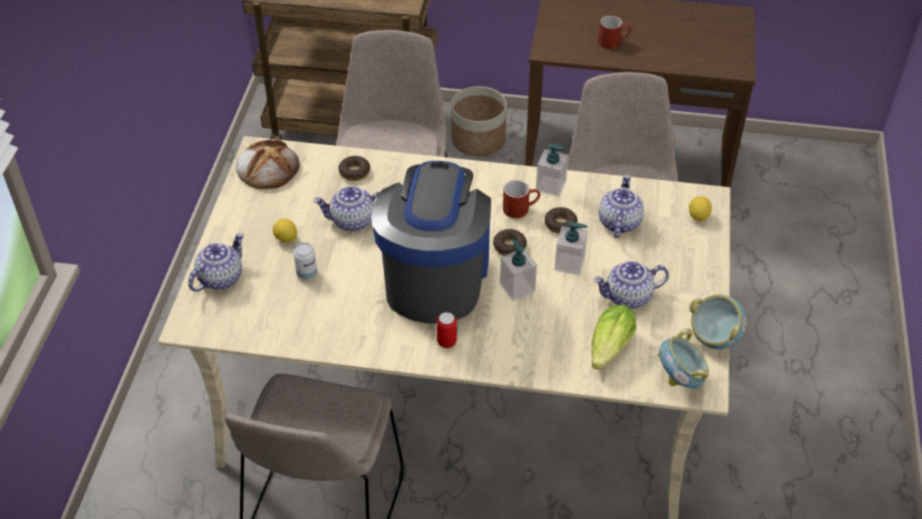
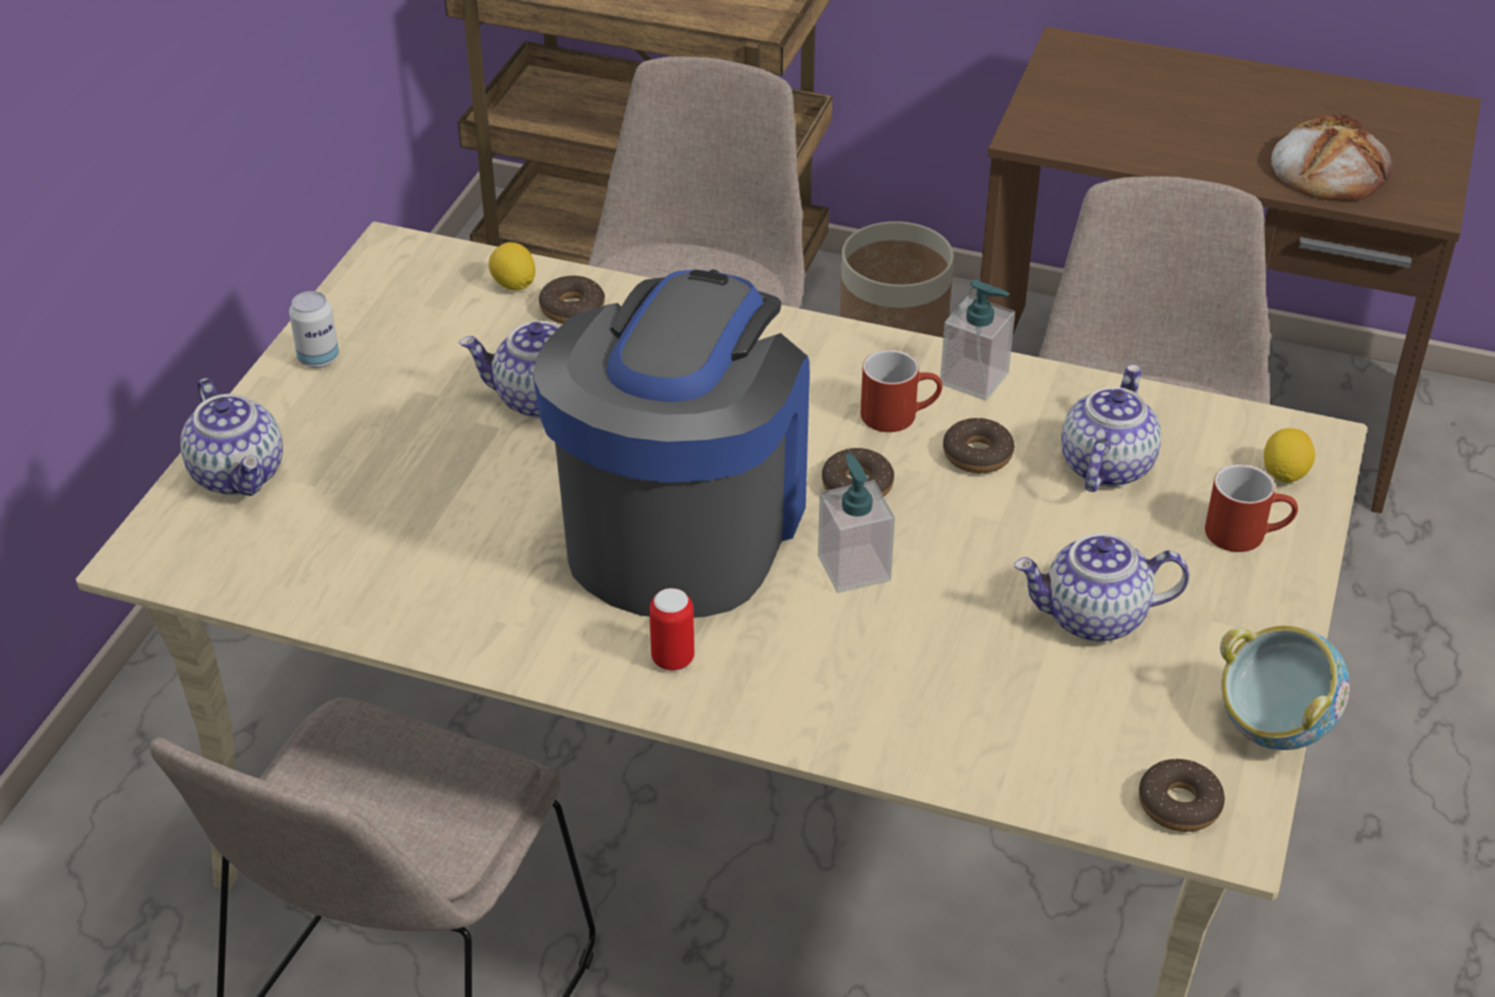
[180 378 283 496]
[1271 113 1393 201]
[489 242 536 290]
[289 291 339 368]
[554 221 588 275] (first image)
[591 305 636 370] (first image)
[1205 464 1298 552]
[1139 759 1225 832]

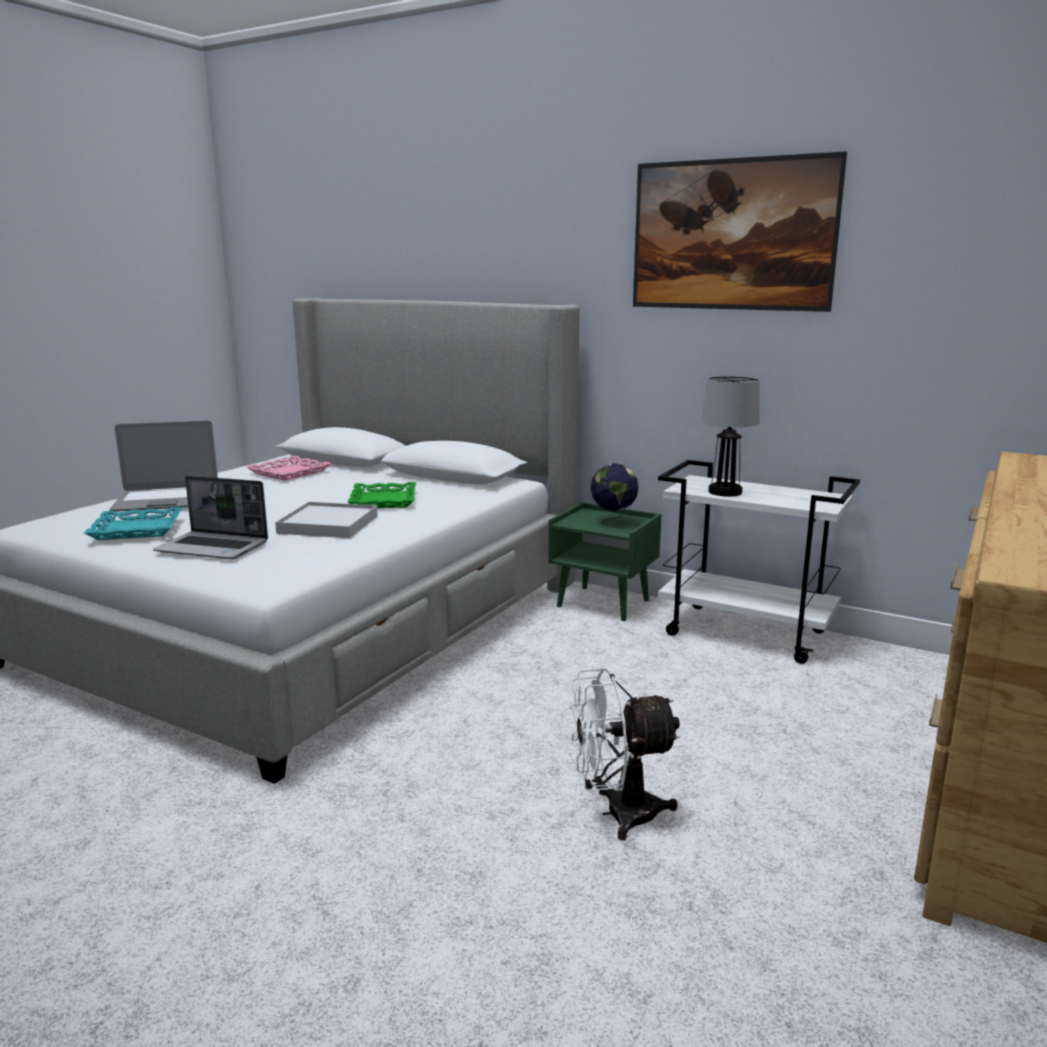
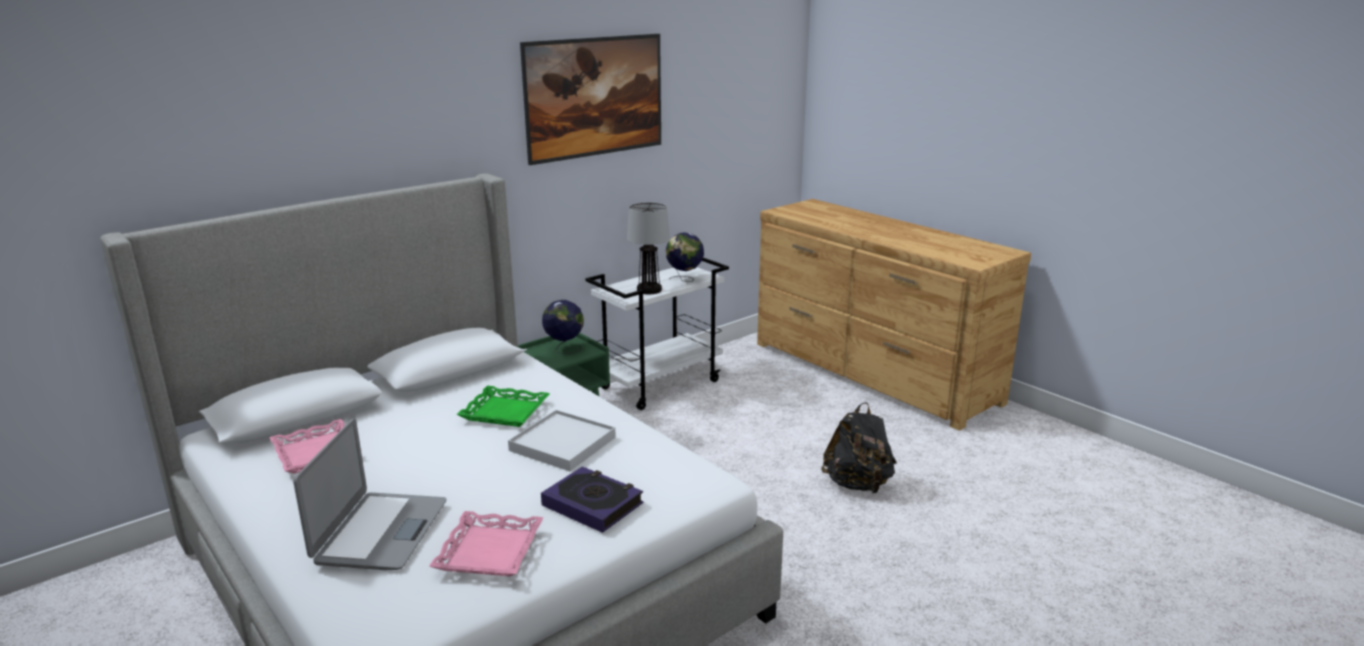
[429 511 544 577]
[541 466 643 533]
[821 402 897 493]
[666 232 704 282]

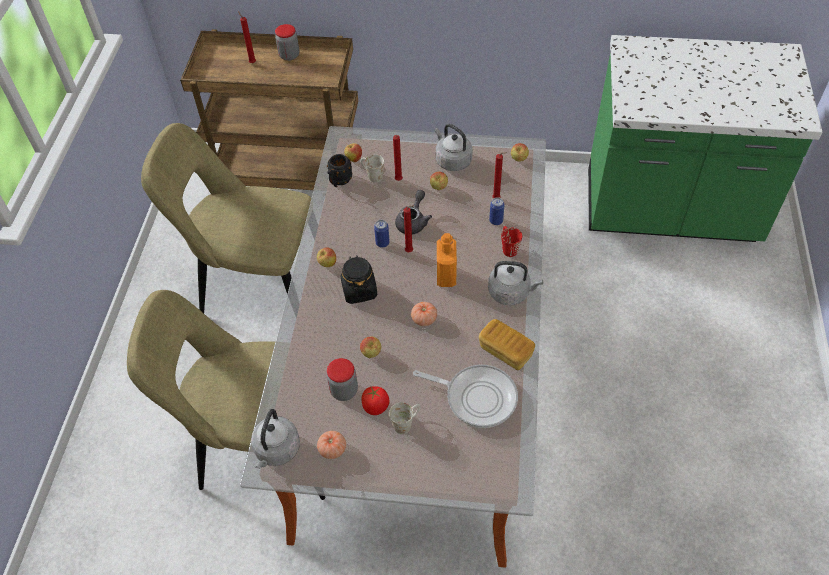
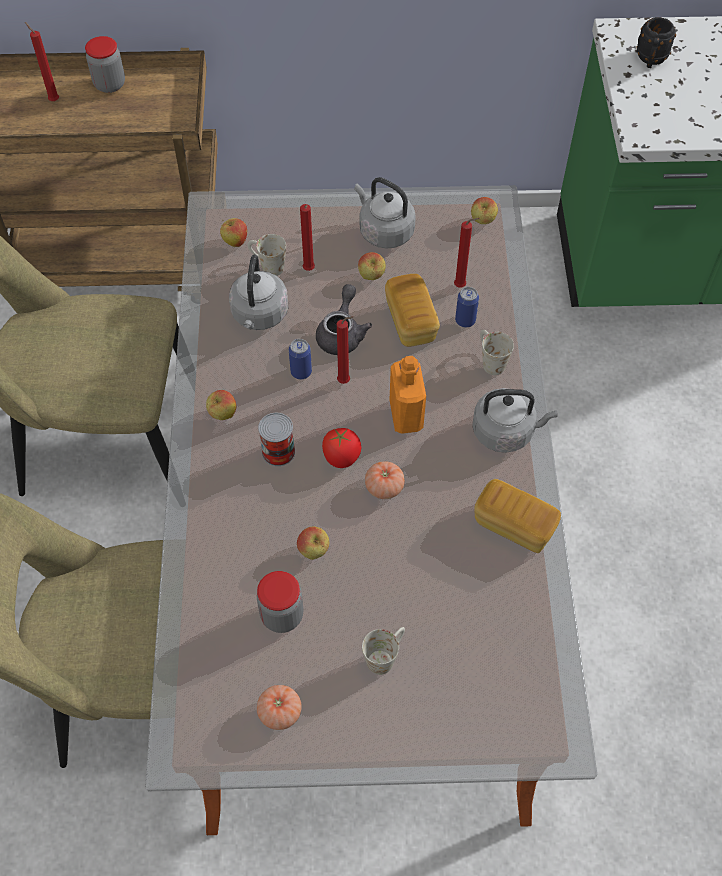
[229 255 288 330]
[637 17 676 68]
[258 413 295 466]
[322 428 361 468]
[413 365 518 428] (first image)
[480 330 514 375]
[385 274 440 347]

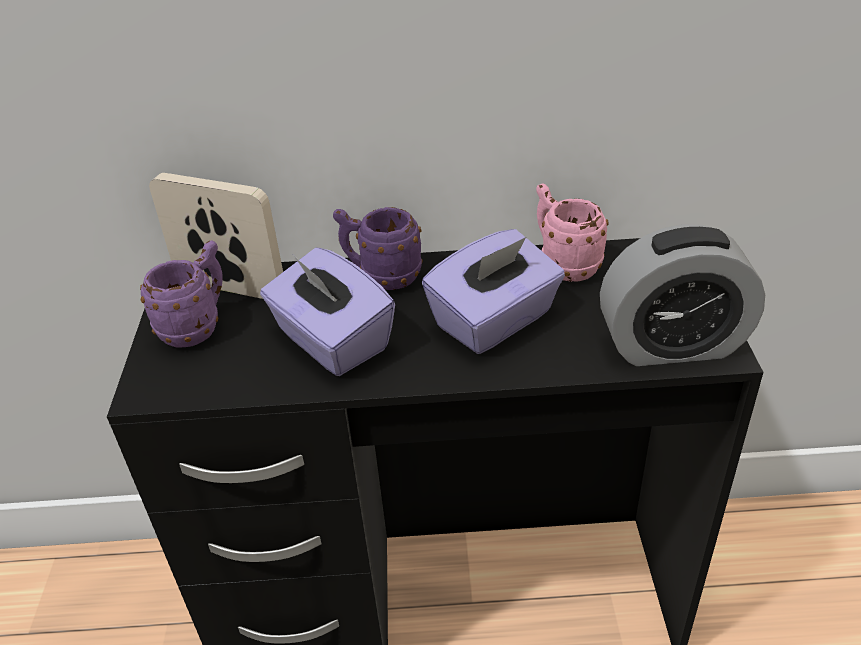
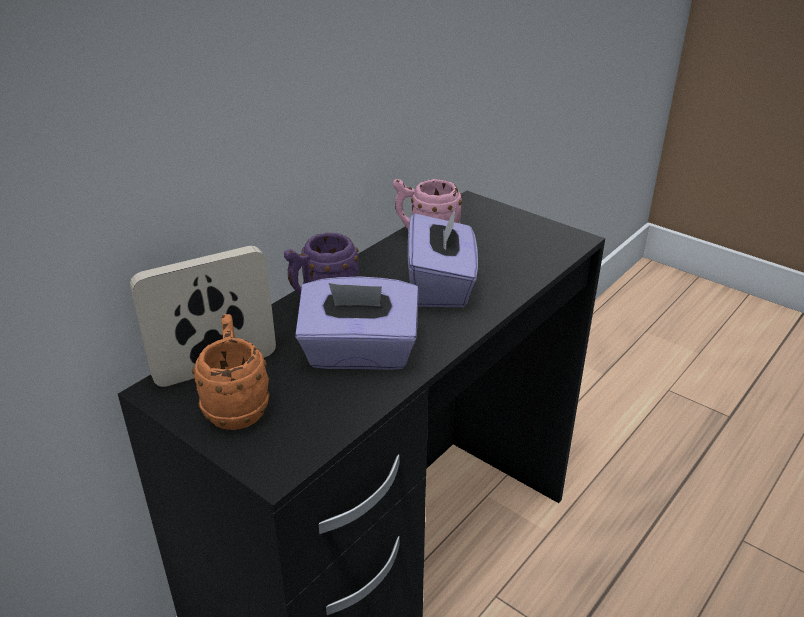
[192 314 270 430]
[600 224 765 366] (first image)

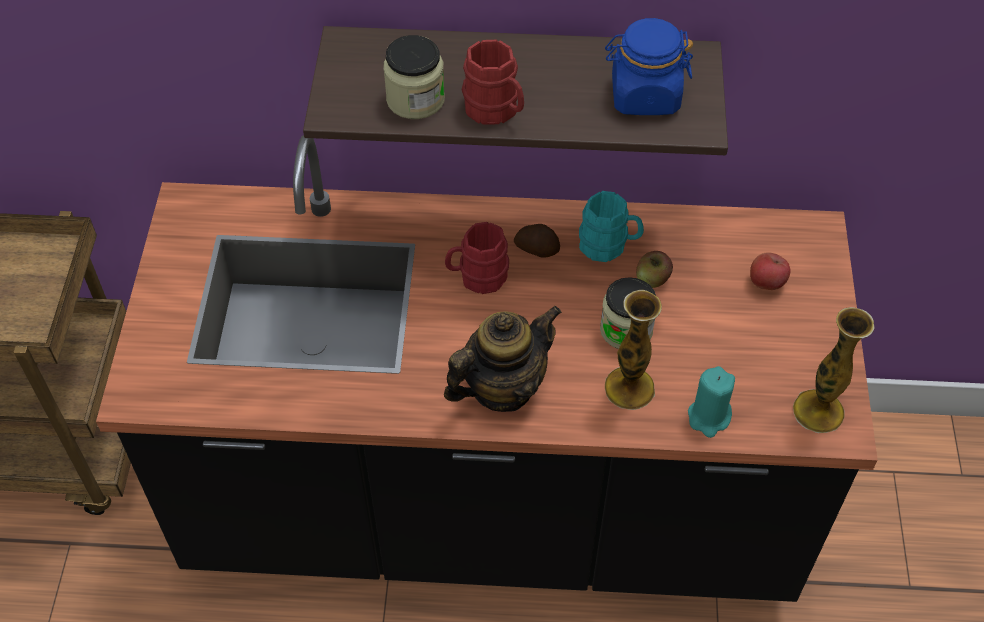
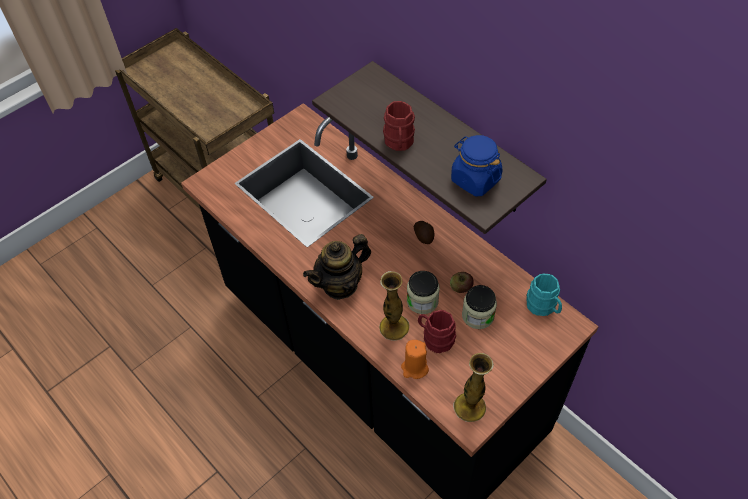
[462 285 497 329]
[303 234 371 300]
[418 310 456 353]
[527 274 562 316]
[401 340 429 379]
[750 252 790 290] (first image)

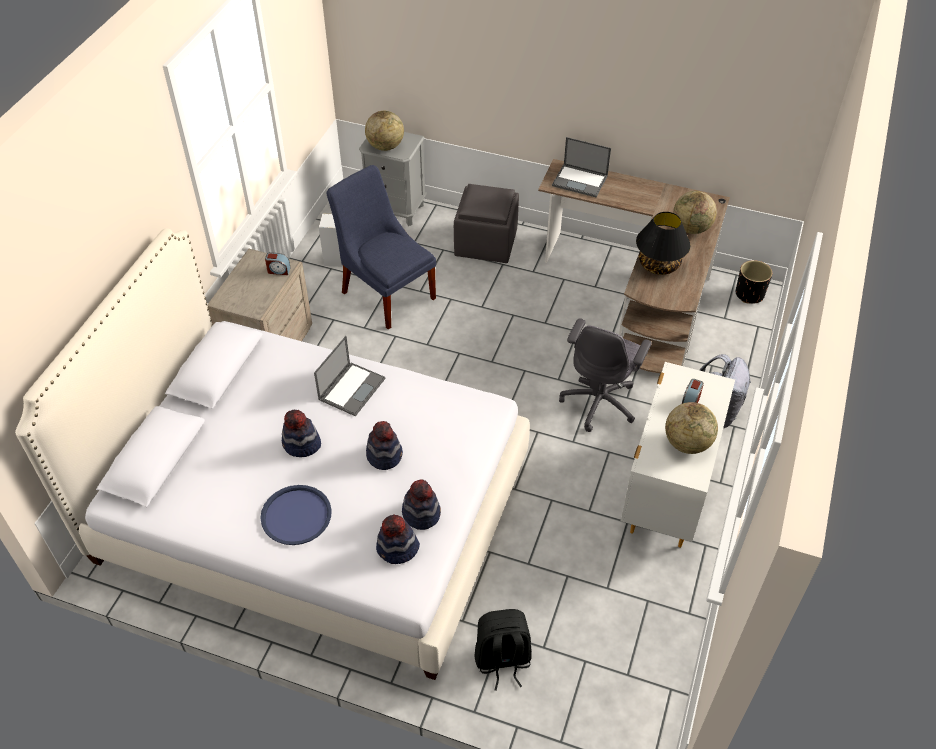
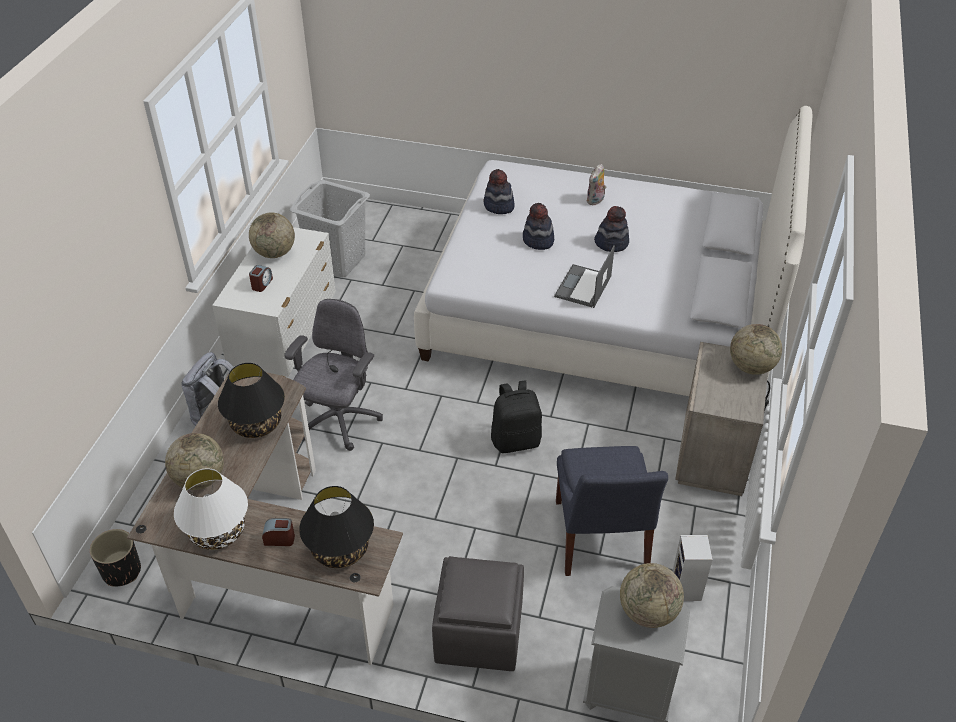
[586 164 606 205]
[262 518 295 546]
[556 446 668 576]
[376 514 420 564] (first image)
[491 380 542 453]
[299 486 374 568]
[174 468 248 550]
[290 180 370 277]
[730 324 782 375]

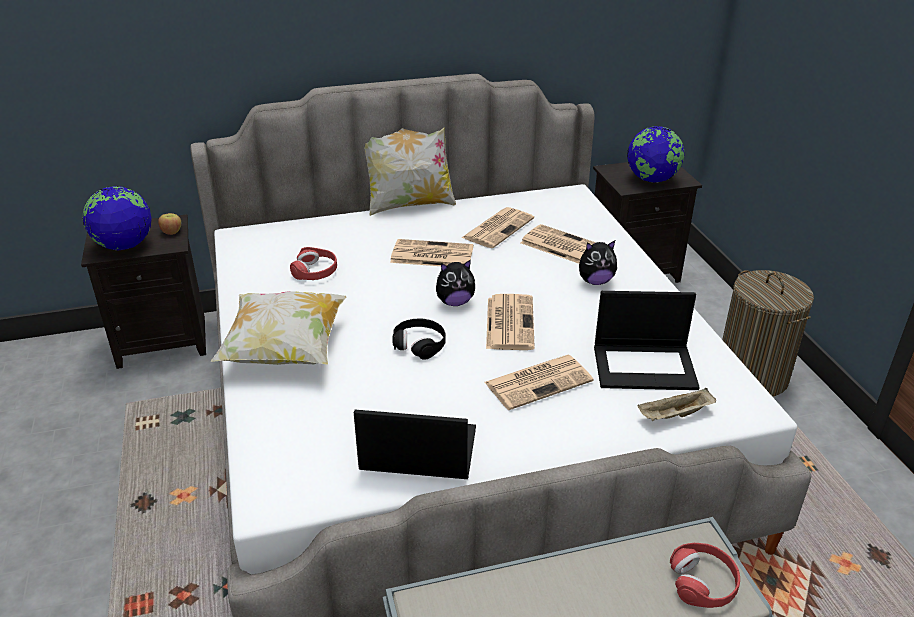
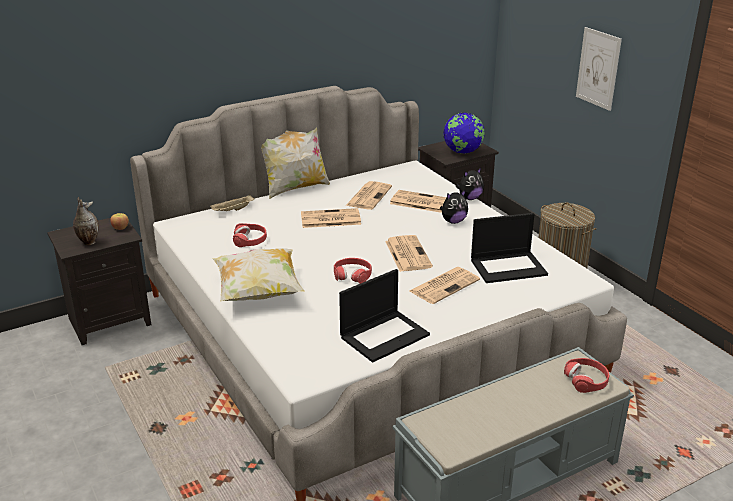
[73 197 99 245]
[339 269 430 362]
[334 258 372 284]
[456 168 484 200]
[210 195 254 211]
[576 27 622 111]

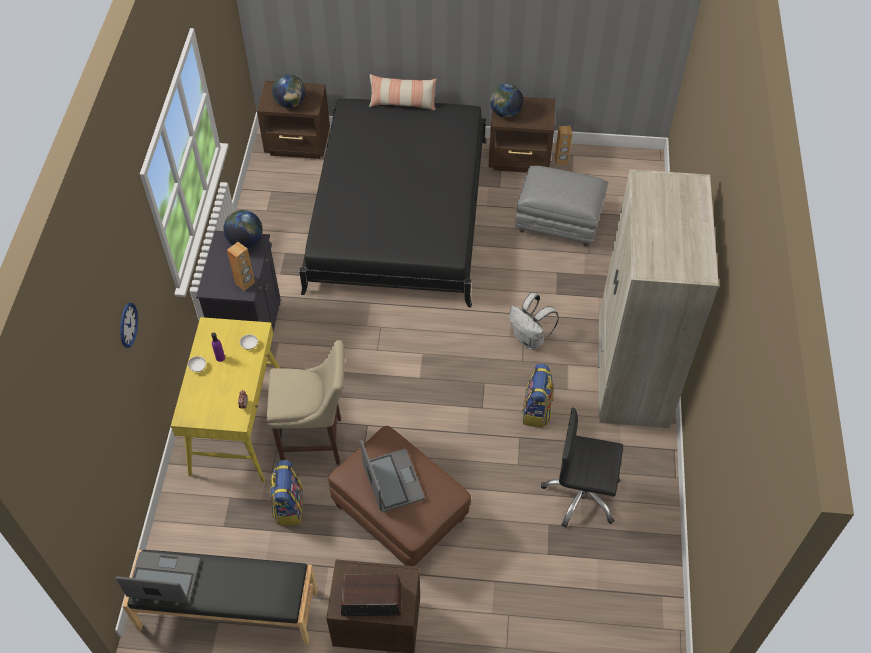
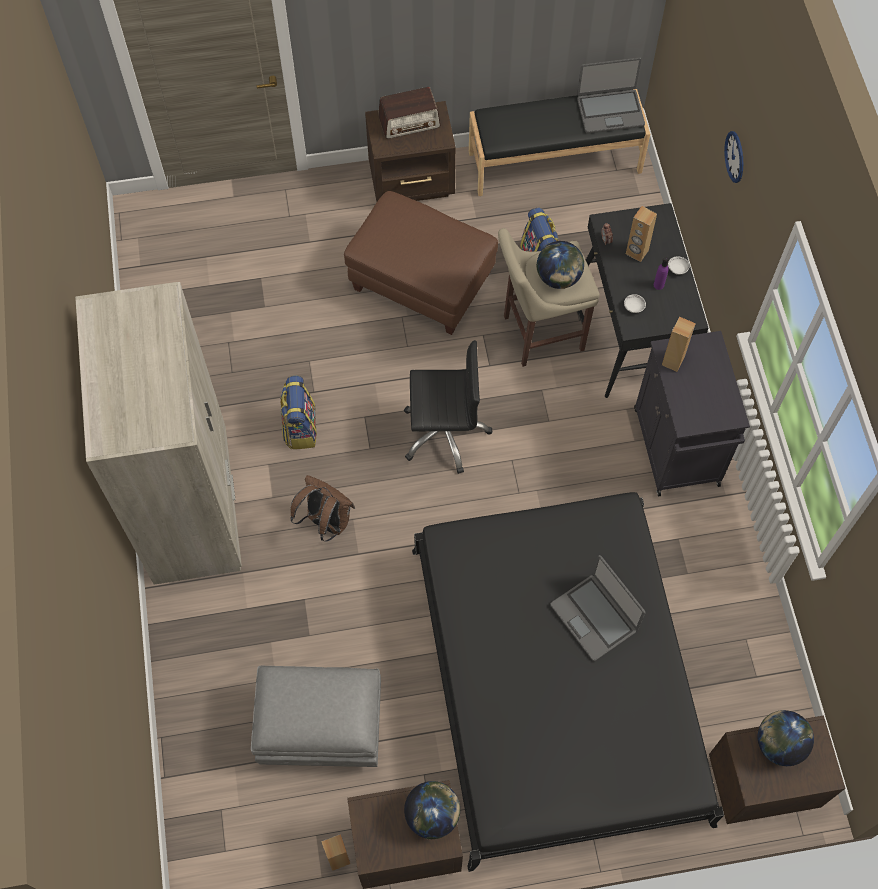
[586 203 708 398]
[536 241 584 289]
[550 555 645 661]
[369 74 437 110] (first image)
[290 475 355 542]
[404 340 492 474]
[626 206 657 262]

